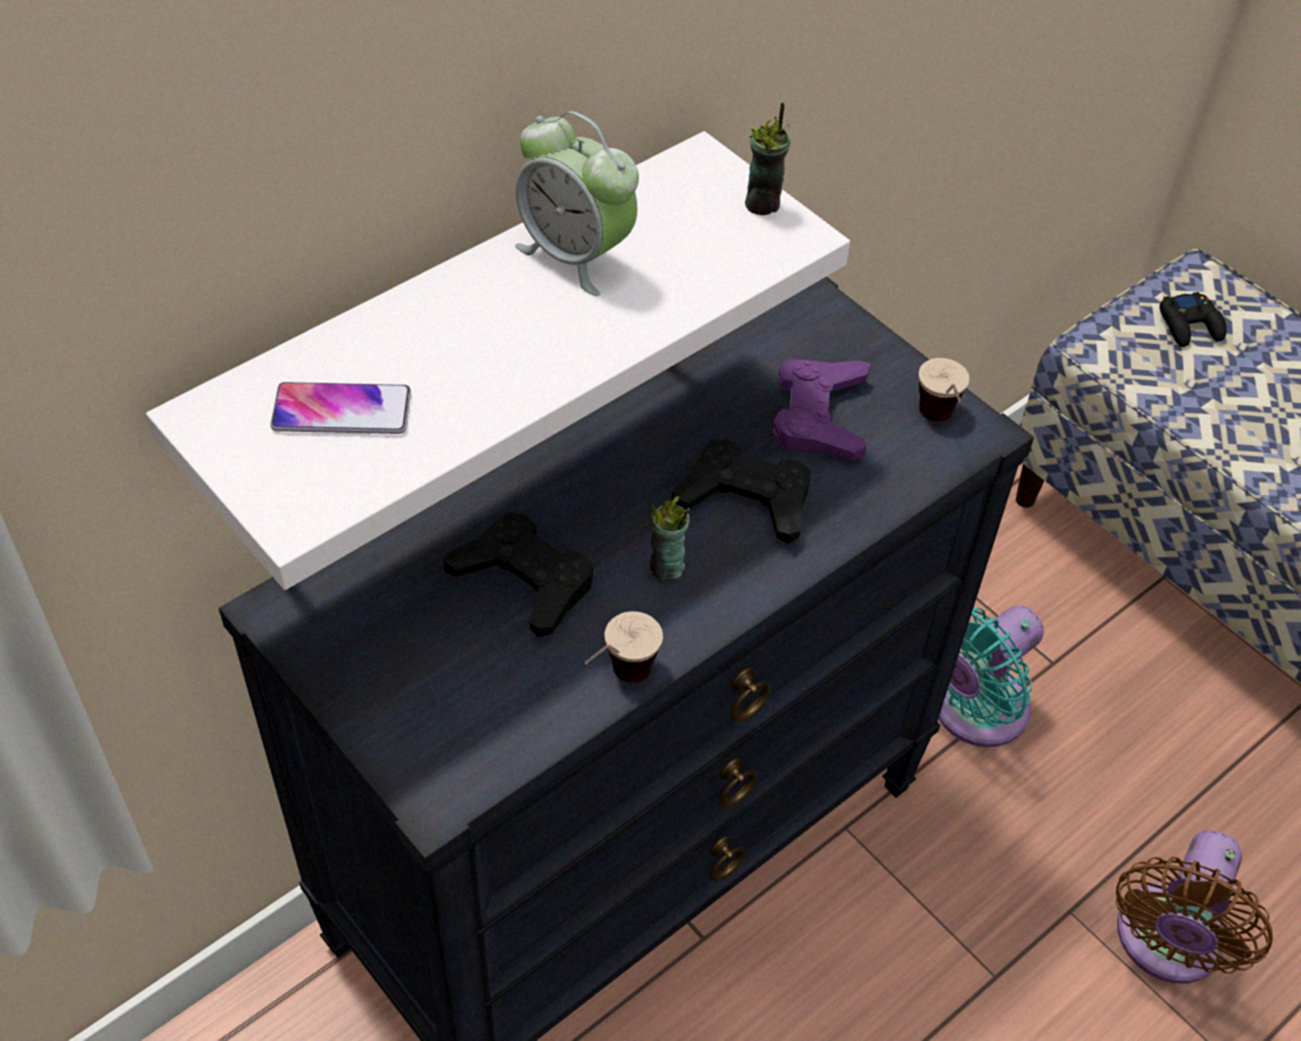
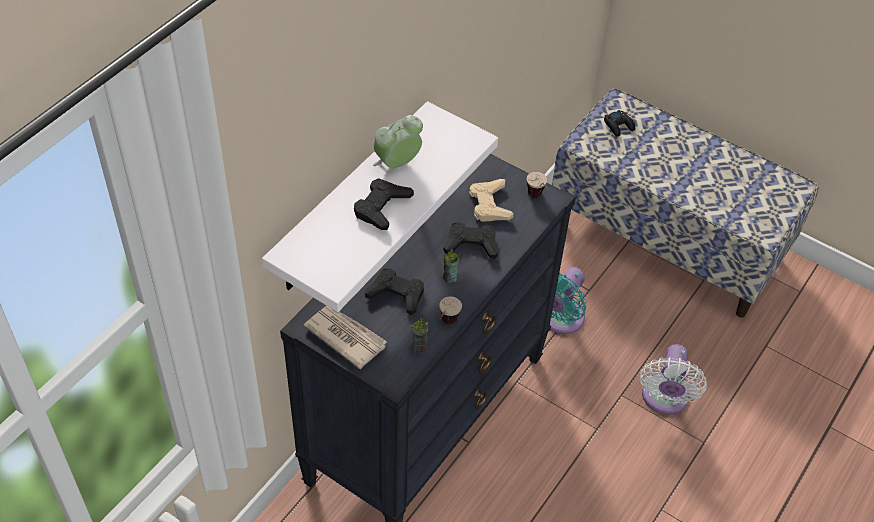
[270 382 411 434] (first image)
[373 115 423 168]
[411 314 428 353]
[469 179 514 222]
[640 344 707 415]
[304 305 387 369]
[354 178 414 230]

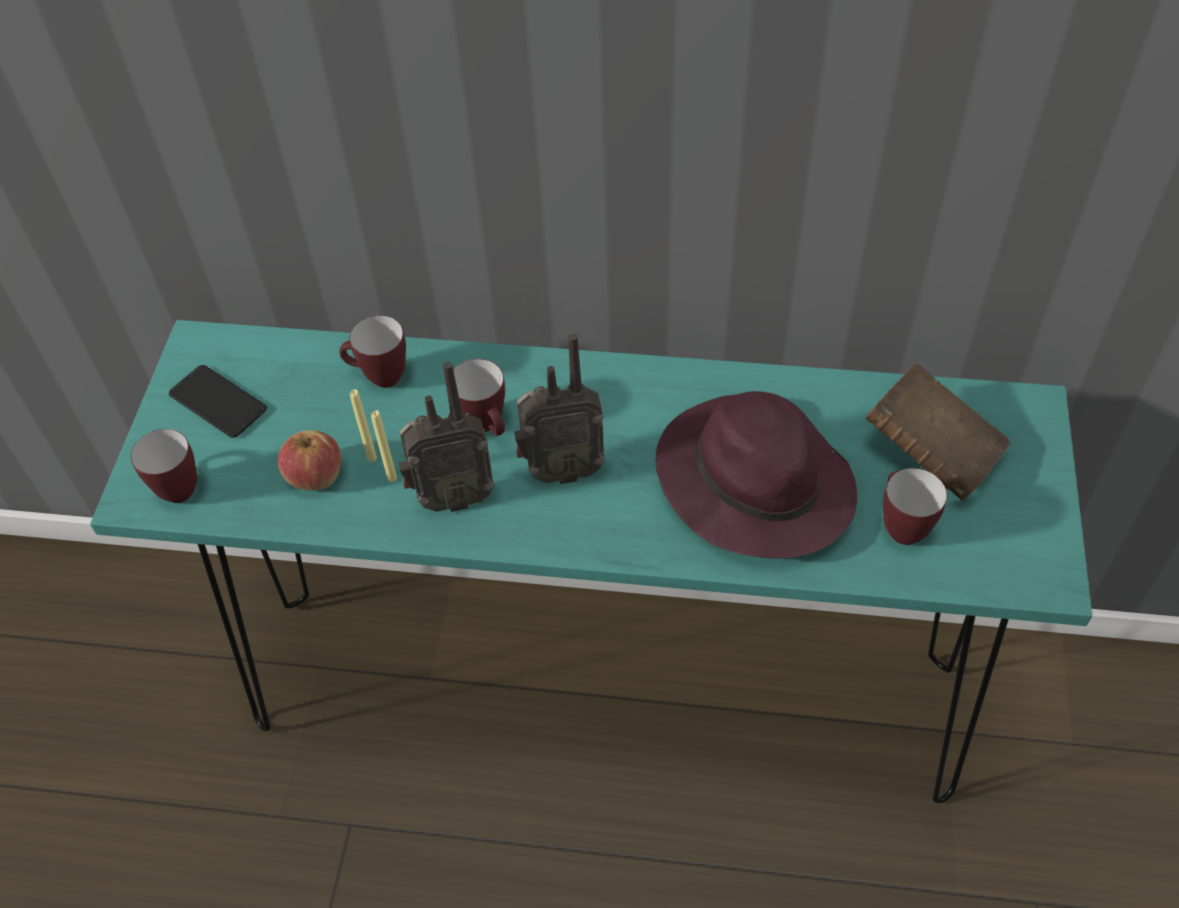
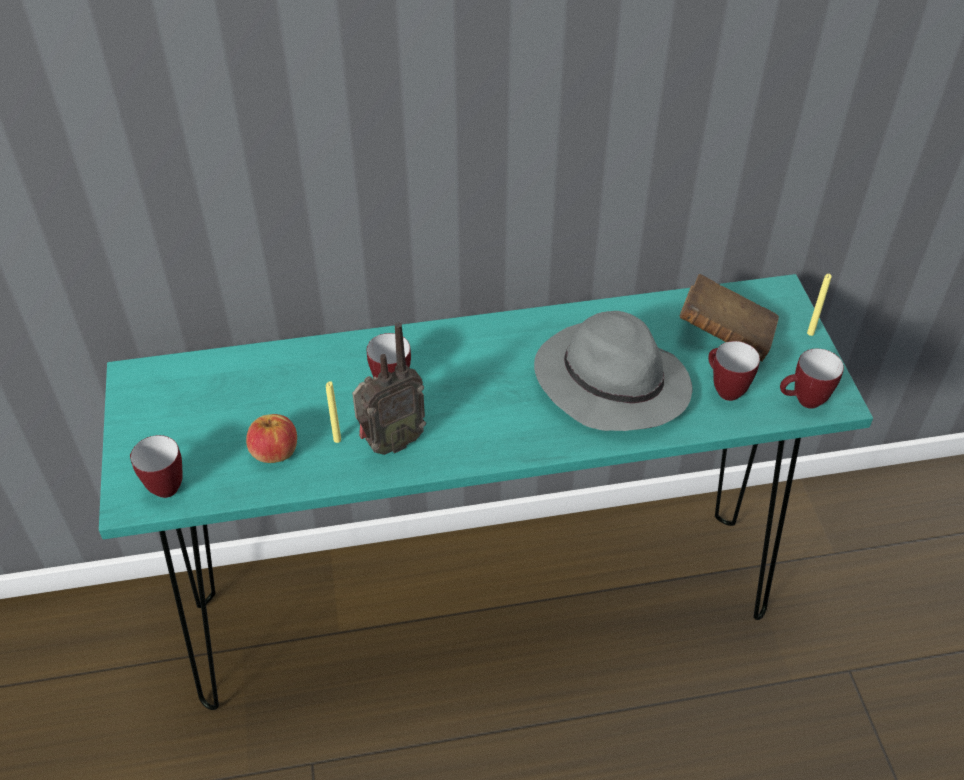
[169 365 267 438] (first image)
[780 349 844 408]
[807 274 832 336]
[514 333 605 484] (first image)
[534 311 693 431]

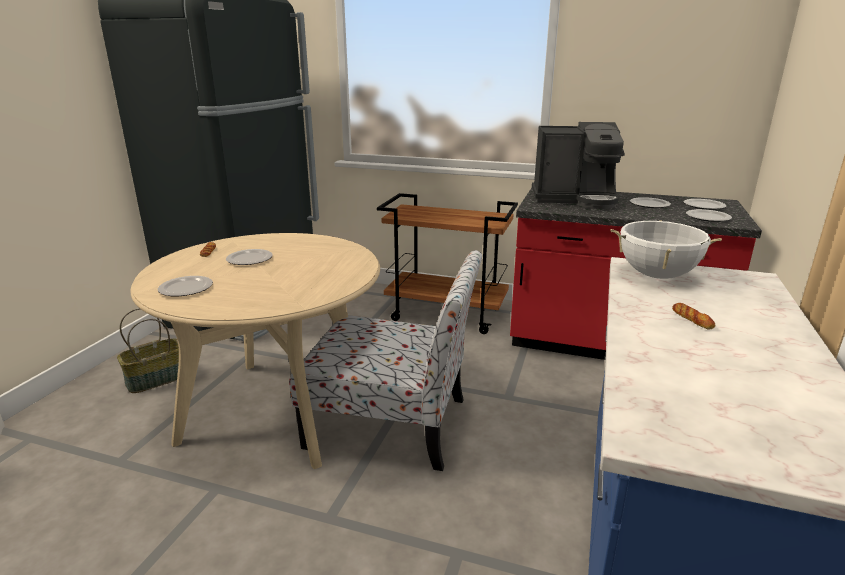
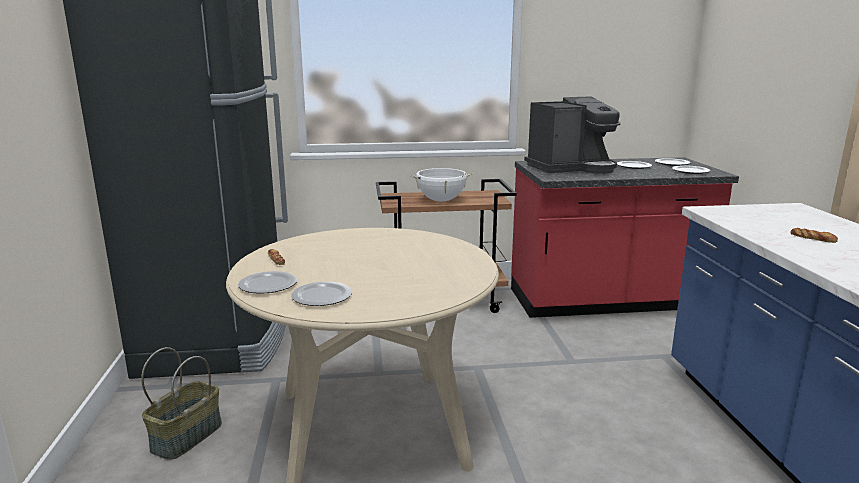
[238 271 297 294]
[289 250 482 471] (first image)
[410 168 472 202]

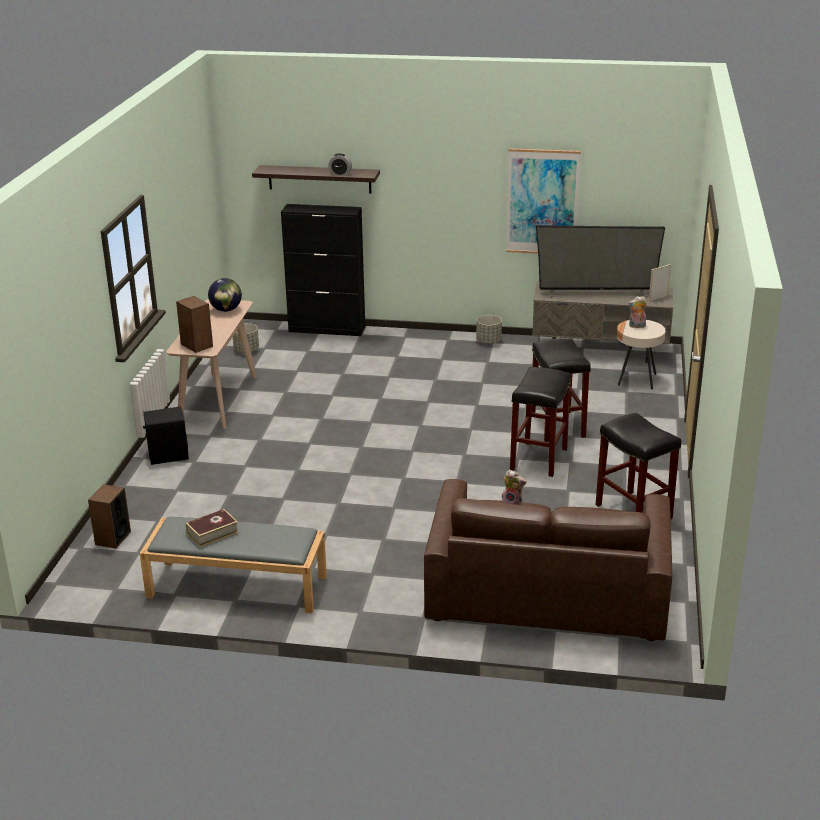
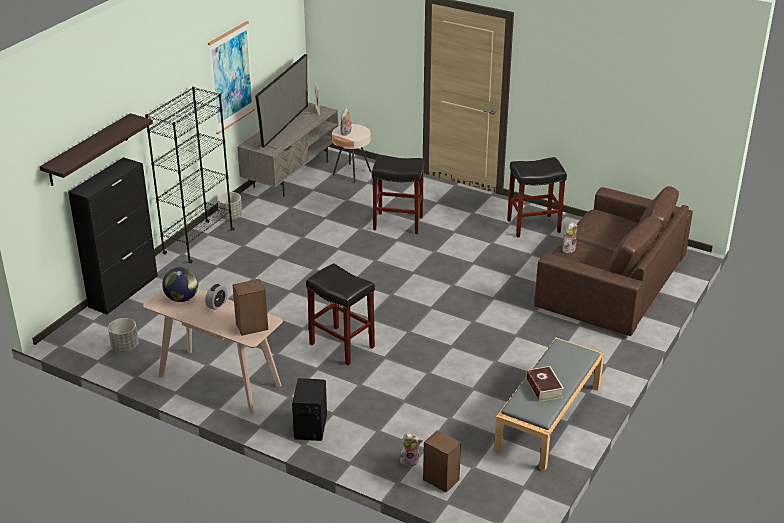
[205 284 227 310]
[306 263 375 365]
[145 86 234 263]
[400 433 423 467]

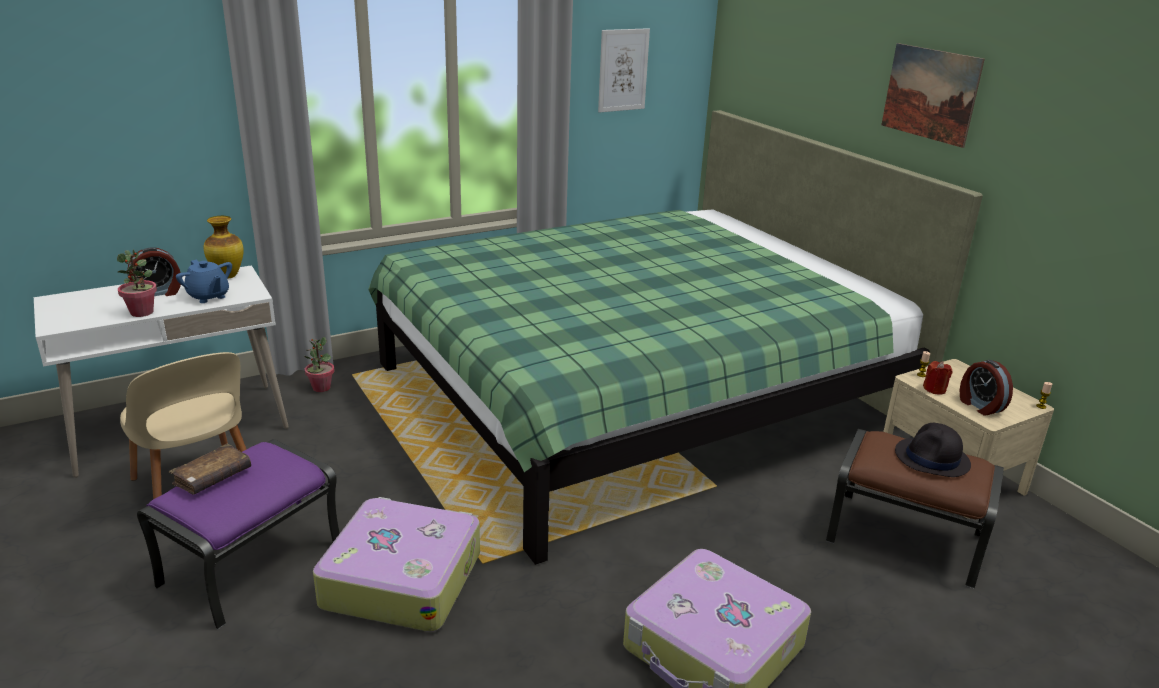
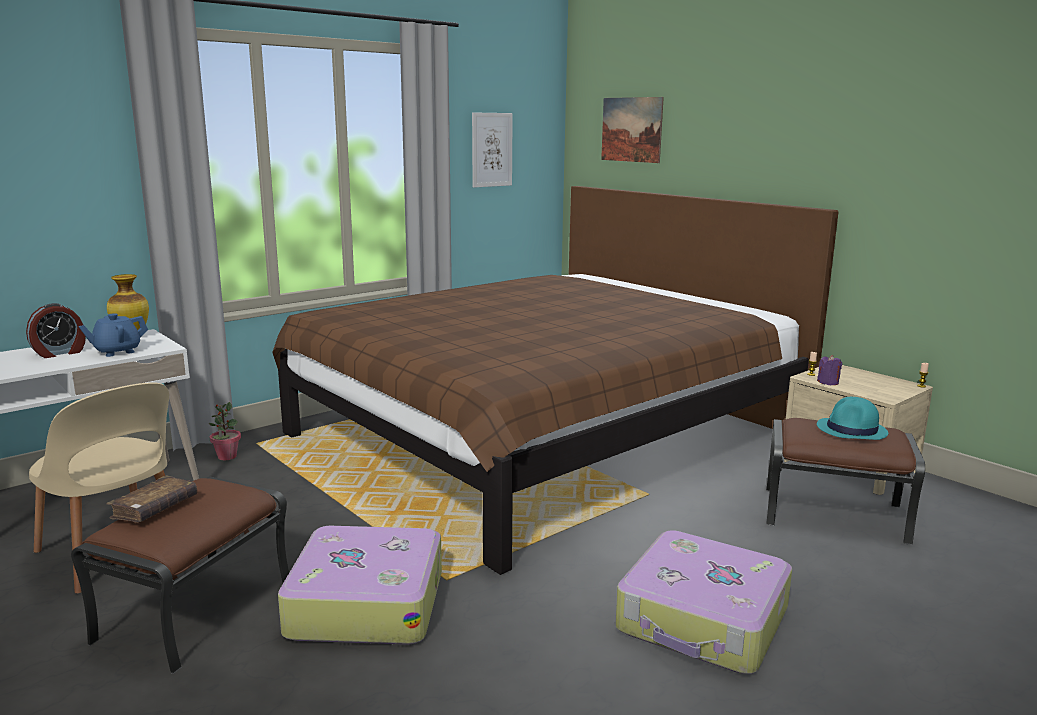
[117 250 157 317] (first image)
[71 477 289 674]
[79 313 148 357]
[272 186 839 575]
[601 97 664 163]
[817 397 888 440]
[817 355 842 385]
[960 360 1013 416] (first image)

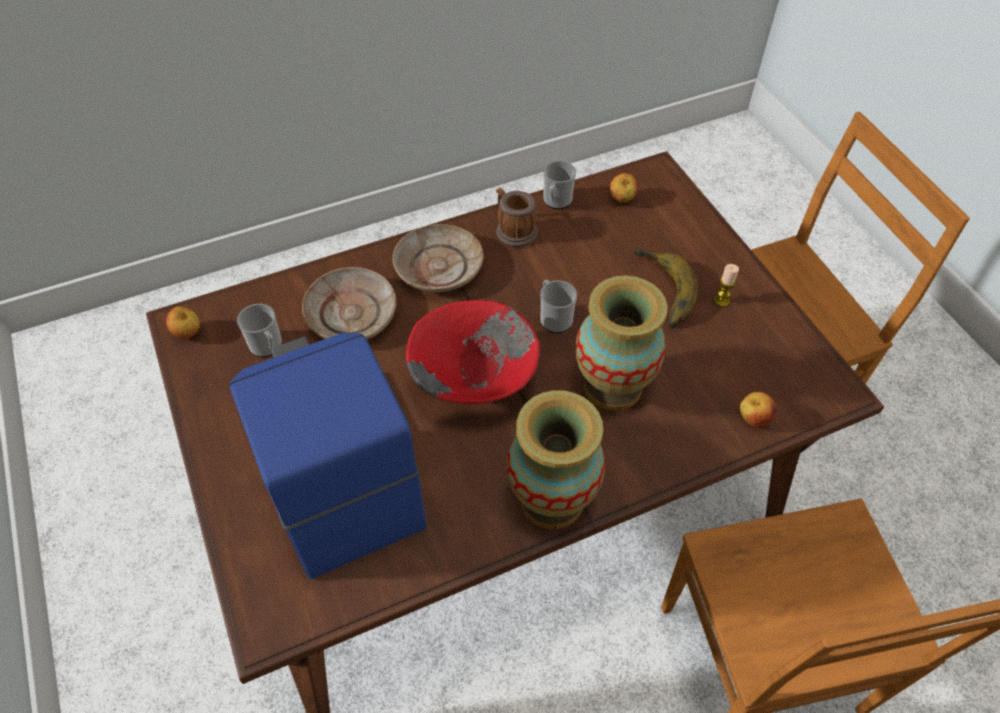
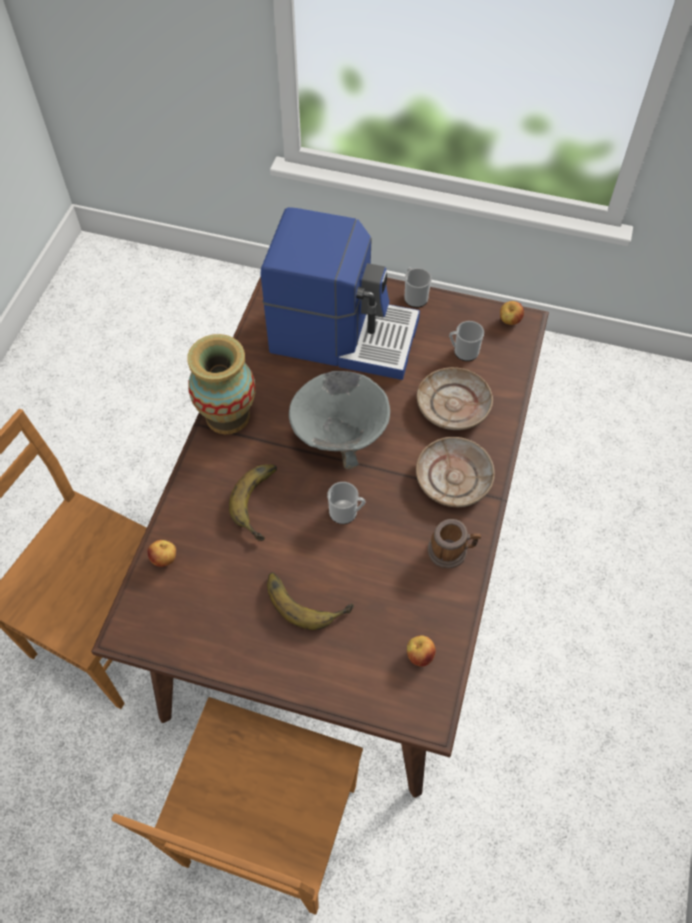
[289 371 390 469]
[404 268 432 308]
[229 464 277 541]
[714 264 739 307] (first image)

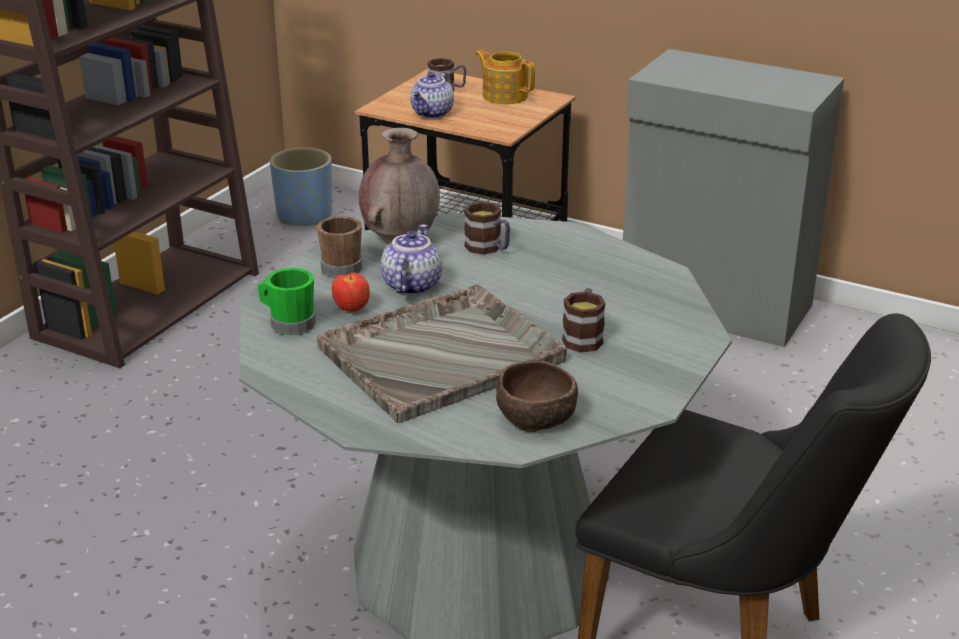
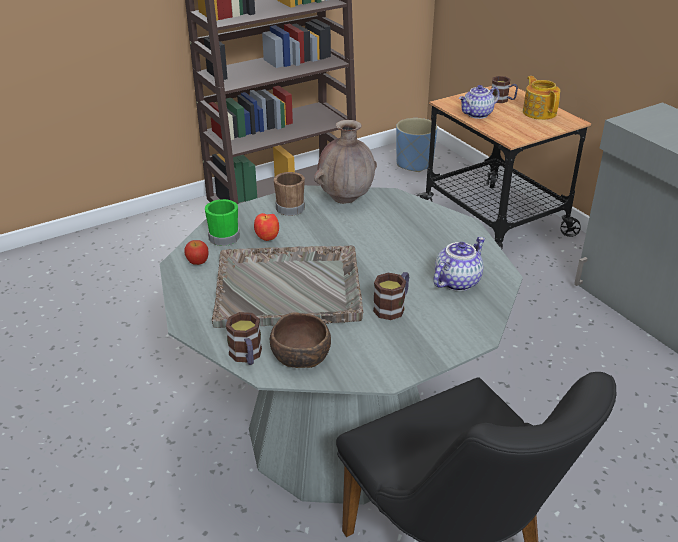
[433 237 485 291]
[226 312 262 365]
[184 240 209 265]

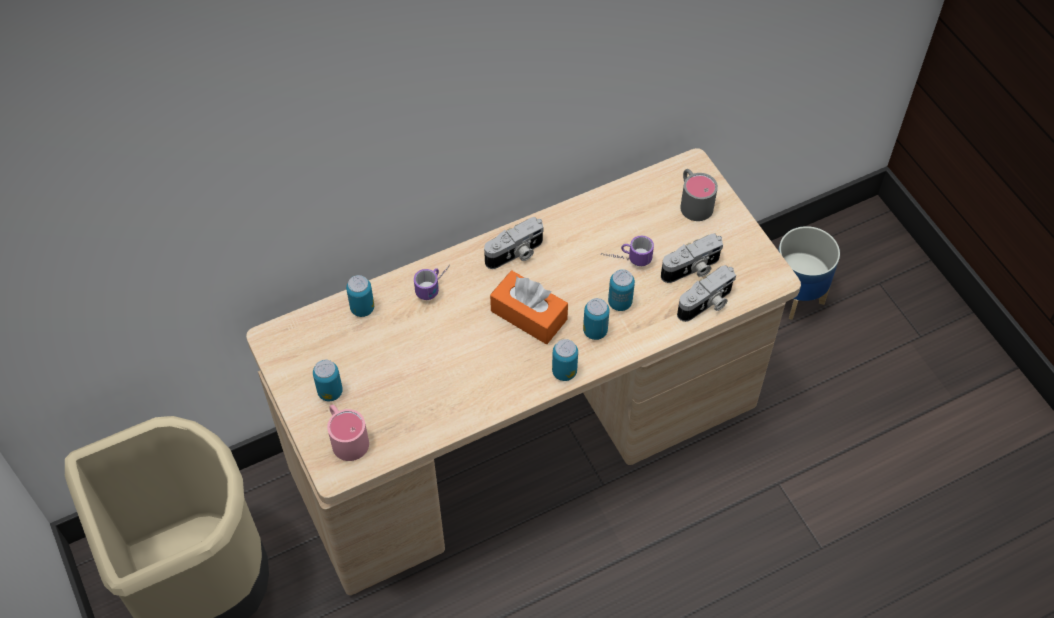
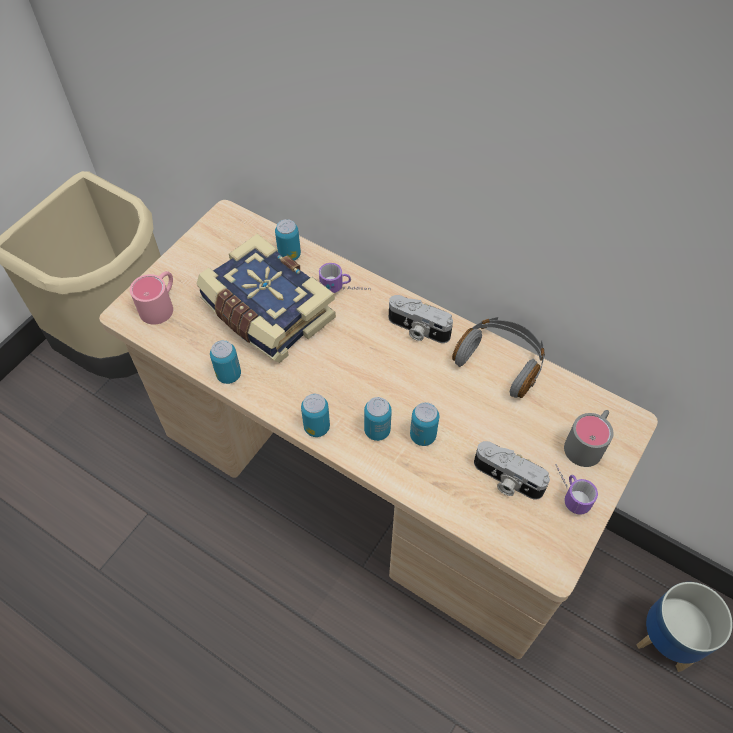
[210 340 241 384]
[490 271 568 344] (first image)
[555 464 598 515]
[677 265 736 322] (first image)
[196 234 336 363]
[452 317 545 398]

